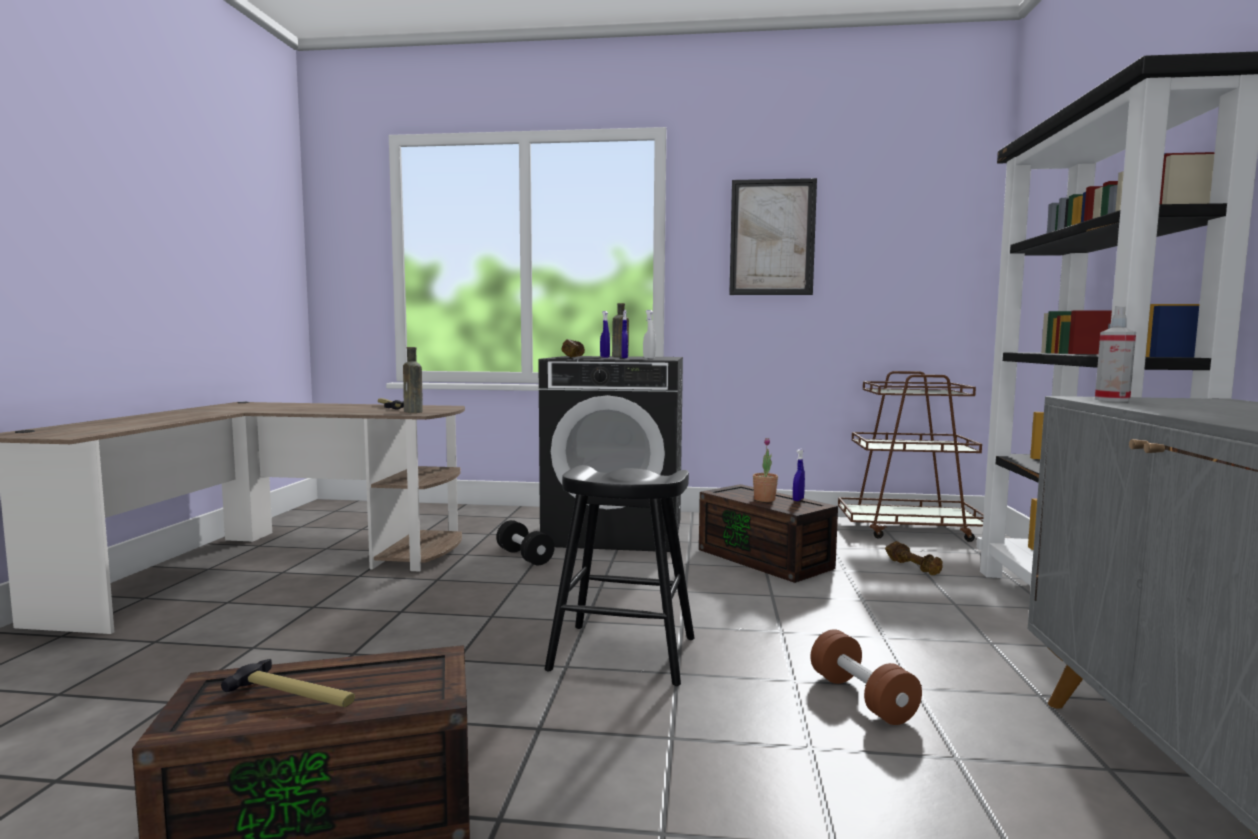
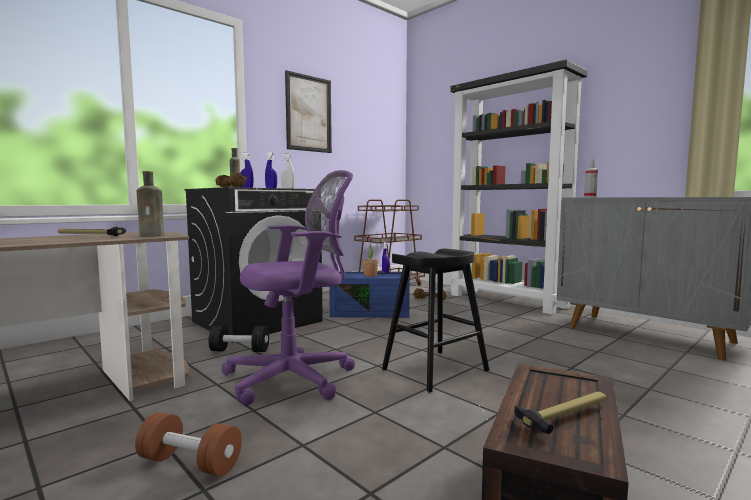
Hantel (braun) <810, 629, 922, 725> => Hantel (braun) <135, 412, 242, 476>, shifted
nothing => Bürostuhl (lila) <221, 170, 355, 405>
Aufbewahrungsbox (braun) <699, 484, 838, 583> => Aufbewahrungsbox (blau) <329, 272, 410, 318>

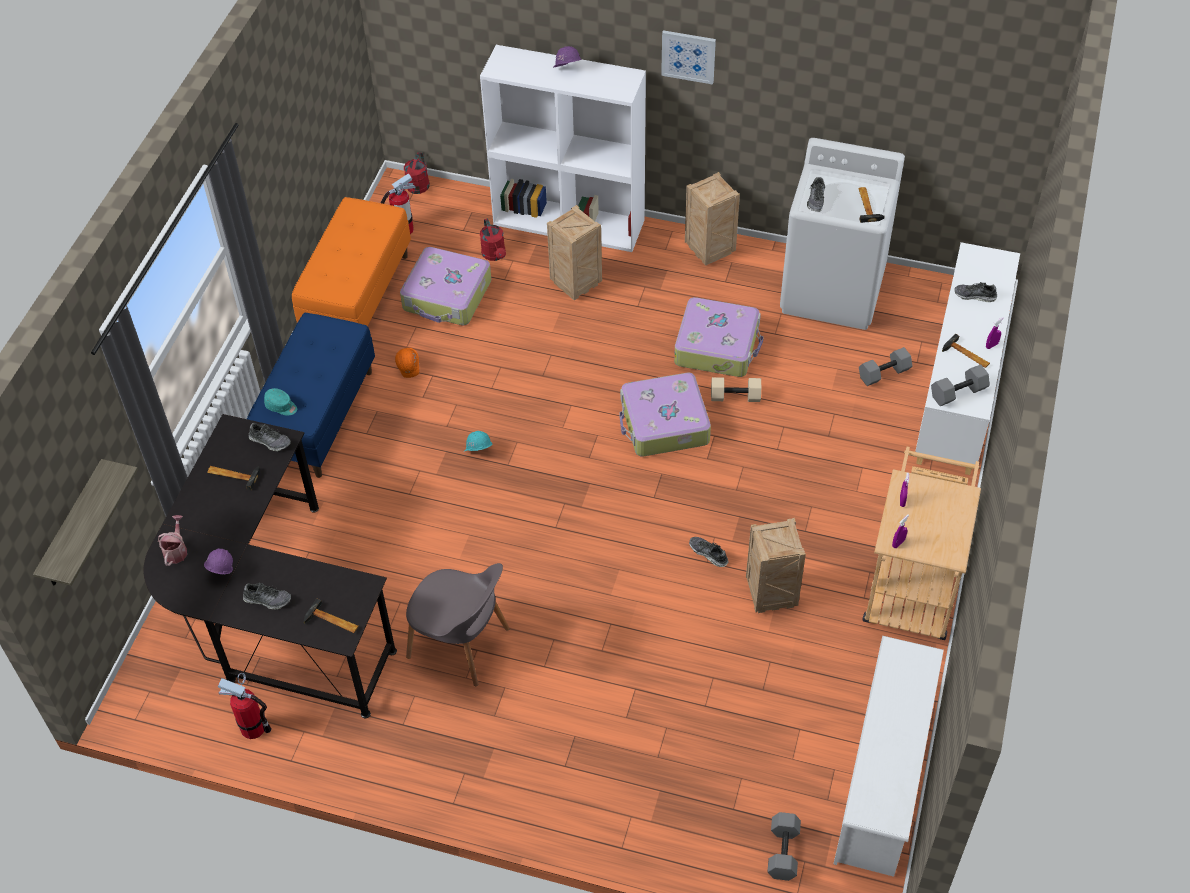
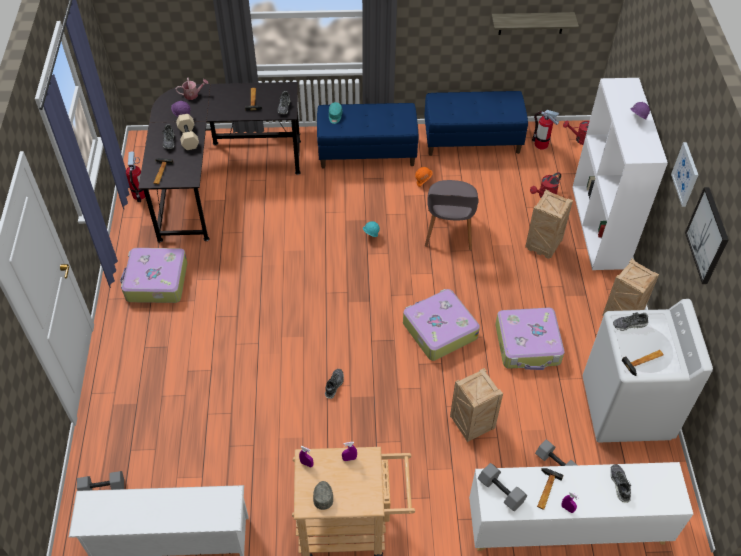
Koffer <400, 247, 491, 325> => Koffer <120, 248, 187, 303>, shifted
Hantel (beige) <711, 377, 761, 402> => Hantel (beige) <176, 114, 199, 150>, shifted
nothing => Kappe (grau) <313, 481, 333, 510>
Bank (orange) <292, 197, 411, 326> => Bank (blau) <424, 91, 528, 156>
Stuhl (grau) <406, 563, 510, 686> => Stuhl (grau) <425, 180, 479, 251>, shifted
Kiste <746, 518, 806, 613> => Kiste <450, 368, 503, 442>, shifted
Wandregal <33, 459, 138, 586> => Wandregal <492, 12, 579, 35>, shifted
nothing => Bild <685, 187, 729, 284>

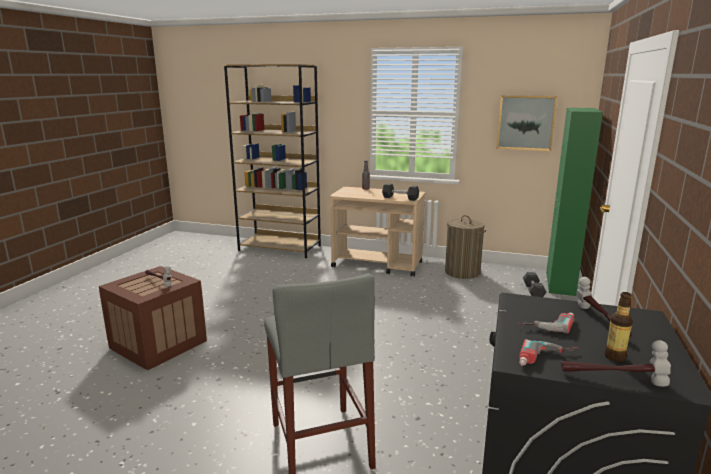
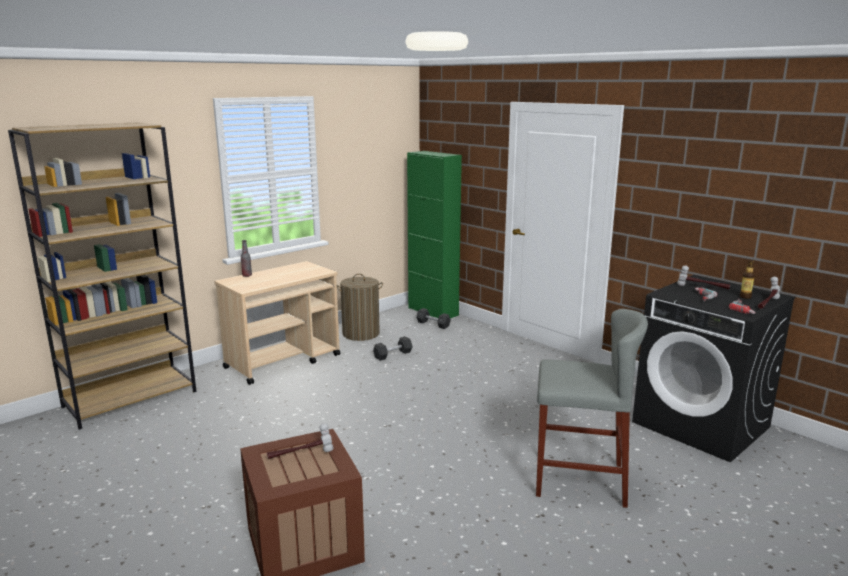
Hantel (grau) <382, 183, 419, 201> => Hantel (grau) <373, 336, 412, 361>, shifted
Bild <496, 95, 558, 151> => nothing

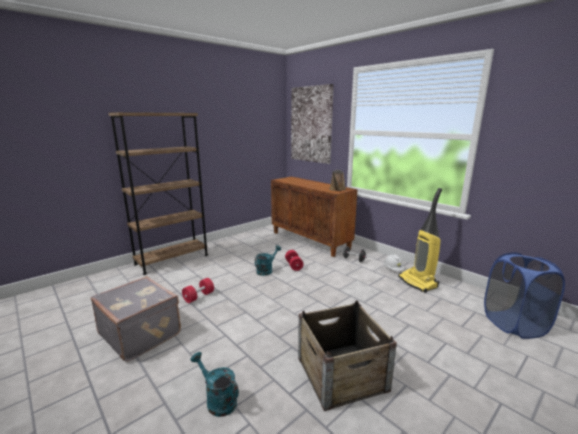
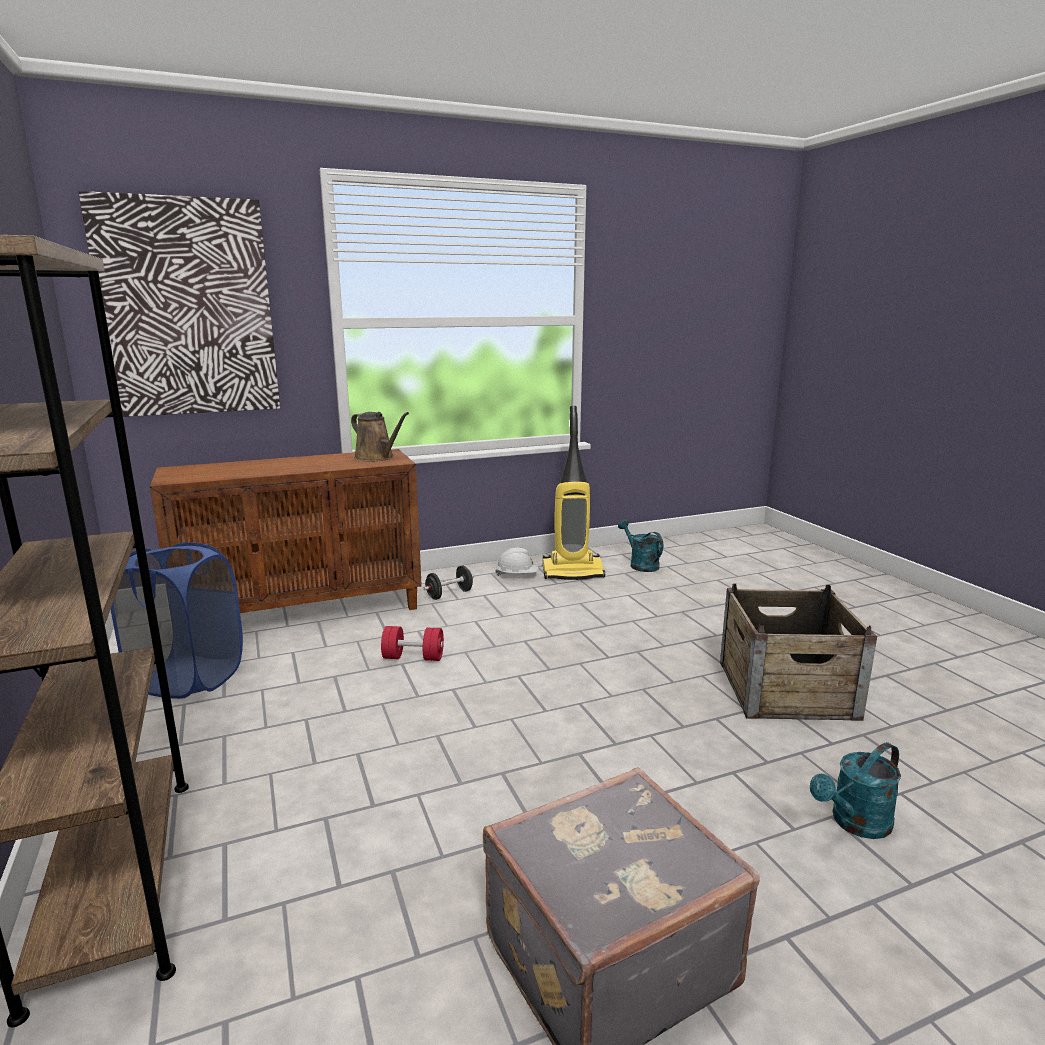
Wäschekorb (blau) <484, 253, 565, 339> => Wäschekorb (blau) <111, 542, 243, 699>, shifted
Gießkanne (türkis) <255, 245, 281, 276> => Gießkanne (türkis) <618, 519, 663, 572>, shifted
Hantel (rot) <182, 278, 214, 303> => nothing

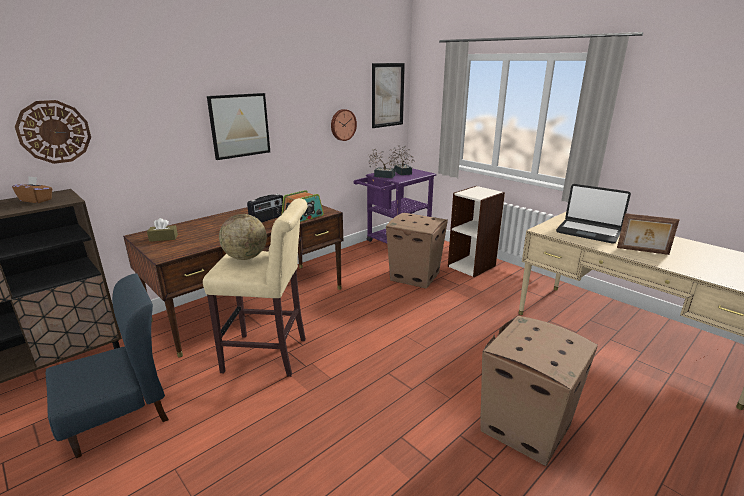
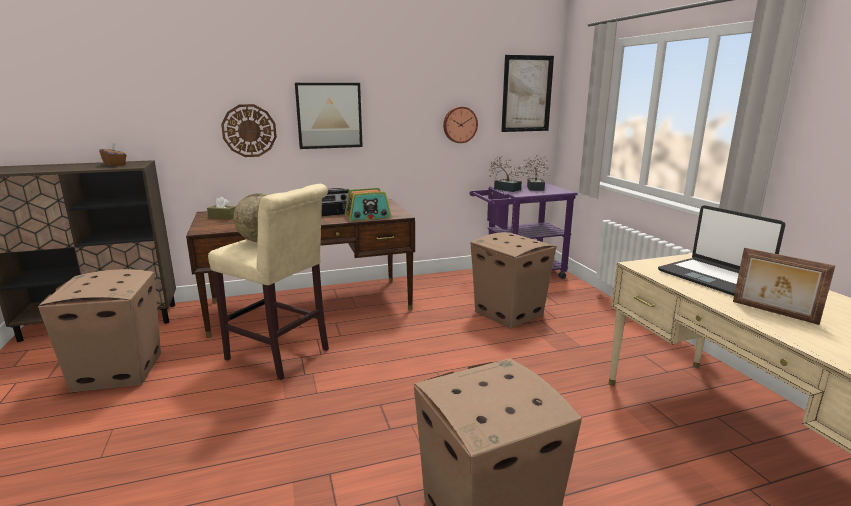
Stuhl (blau) <46, 273, 169, 458> => Karton <38, 269, 161, 392>
Wanduhr <15, 100, 91, 164> => Wanduhr <221, 104, 277, 157>, shifted
Bücherregal <448, 186, 505, 277> => nothing

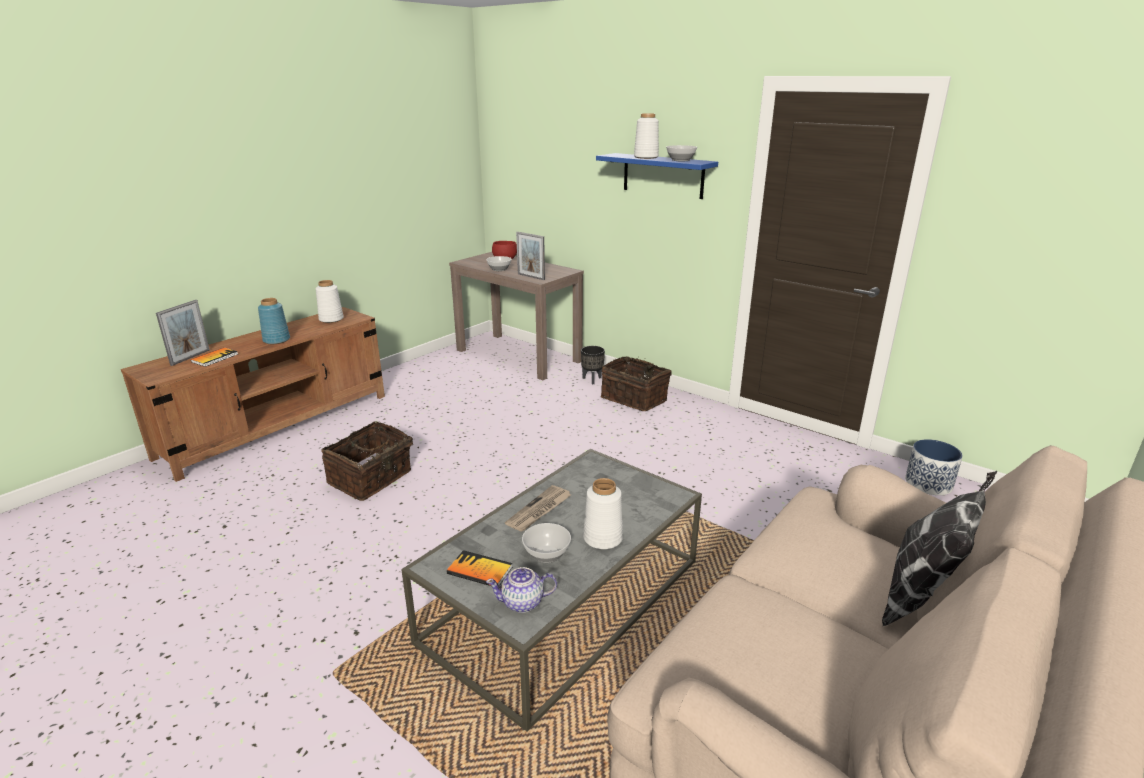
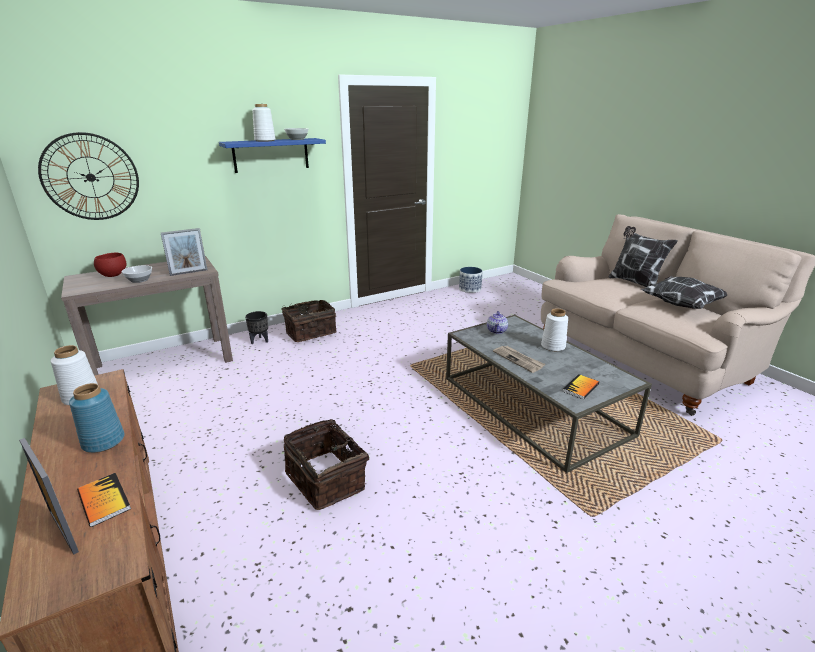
nothing => Wanduhr <38, 132, 139, 220>
Teekanne <486, 567, 557, 613> => Teekanne <487, 311, 508, 334>, shifted
nothing => Kissen <641, 276, 728, 309>
Schüssel <522, 523, 571, 563> => nothing

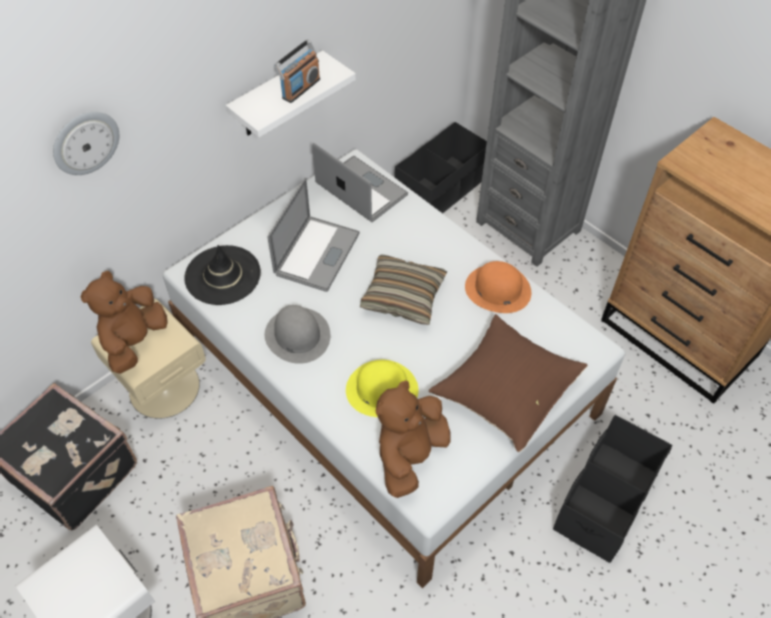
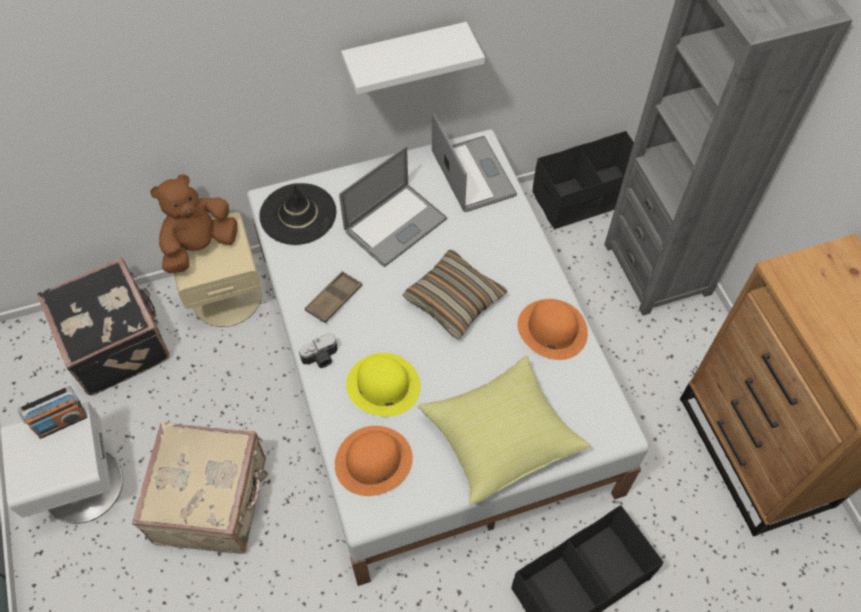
Radio <275, 39, 320, 103> => Radio <17, 386, 87, 439>, shifted
nothing => Kamera <299, 333, 338, 368>
Hut (grau) <265, 305, 330, 364> => Tablett (braun) <305, 271, 363, 323>
Plüschtier (braun) <376, 381, 450, 498> => Hut (orange) <335, 426, 413, 496>
Kissen (braun) <429, 314, 588, 452> => Kissen (gelb) <418, 356, 591, 504>
Wanduhr <53, 112, 119, 175> => nothing

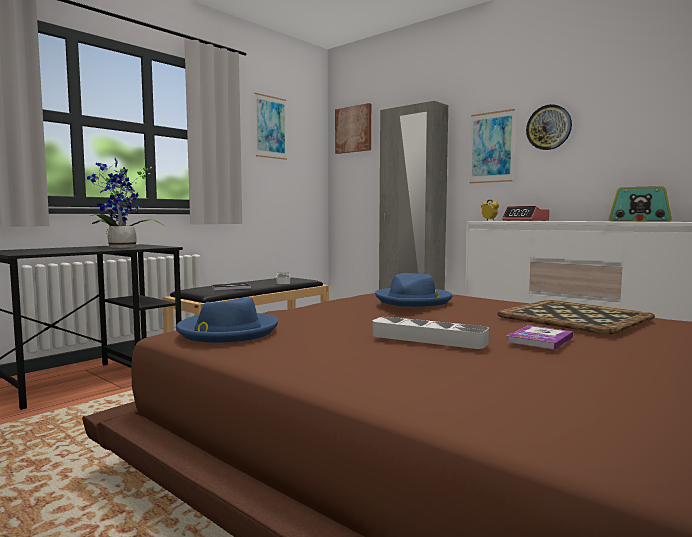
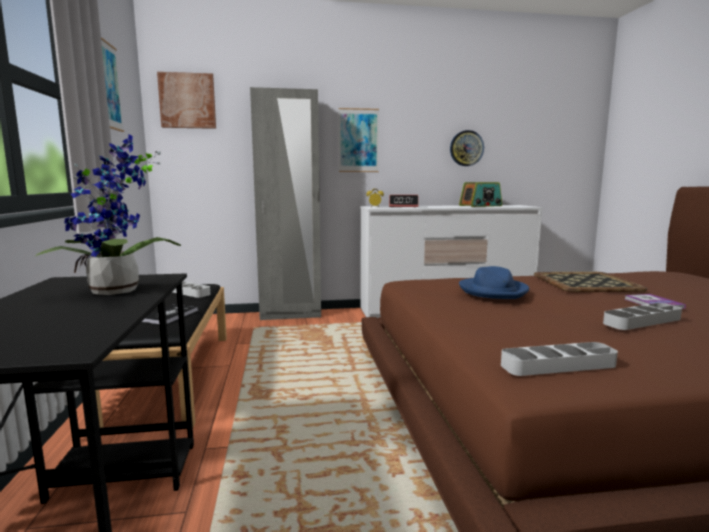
Wanduhr <526, 104, 572, 150> => Wanduhr <450, 130, 484, 166>, shifted
Hut (blau) <176, 297, 278, 343> => Tablett (grau) <501, 342, 618, 376>

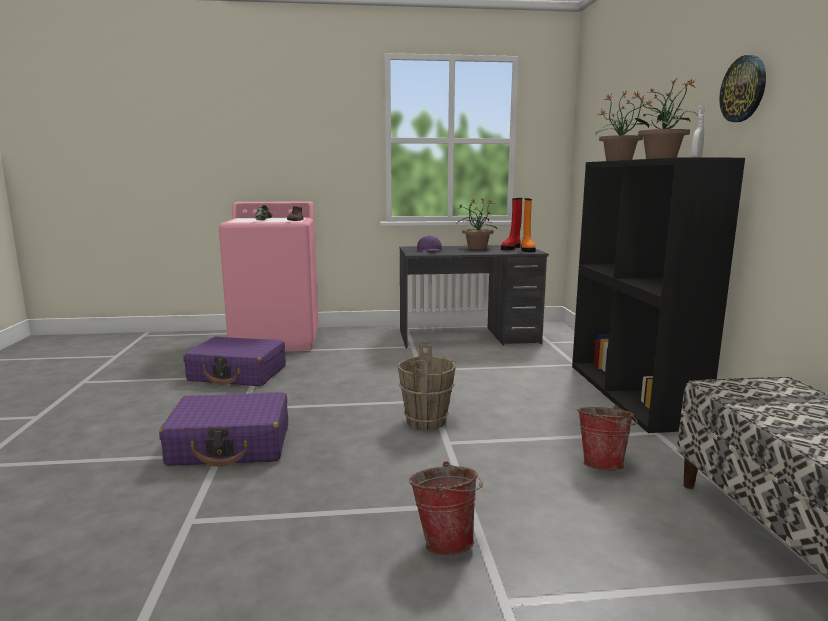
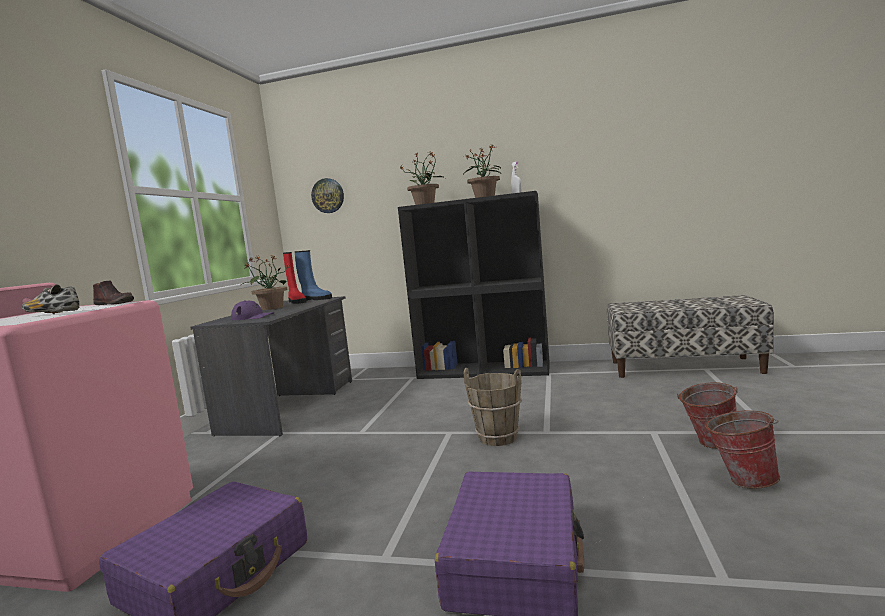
Stiefel (orange) <521, 198, 536, 252> => Stiefel (blau) <294, 250, 332, 301>
Wanduhr <719, 55, 766, 122> => Wanduhr <311, 178, 344, 213>, shifted
Eimer <577, 405, 637, 471> => Eimer <705, 410, 780, 489>, shifted

